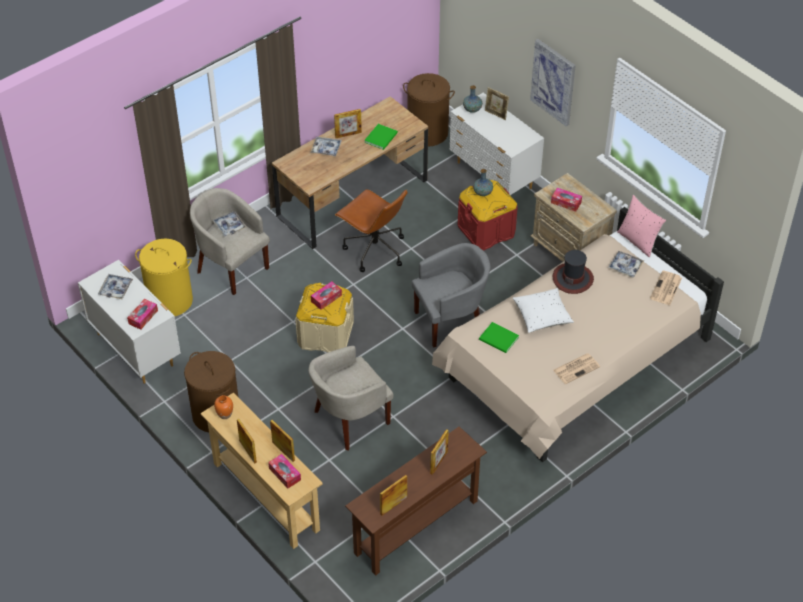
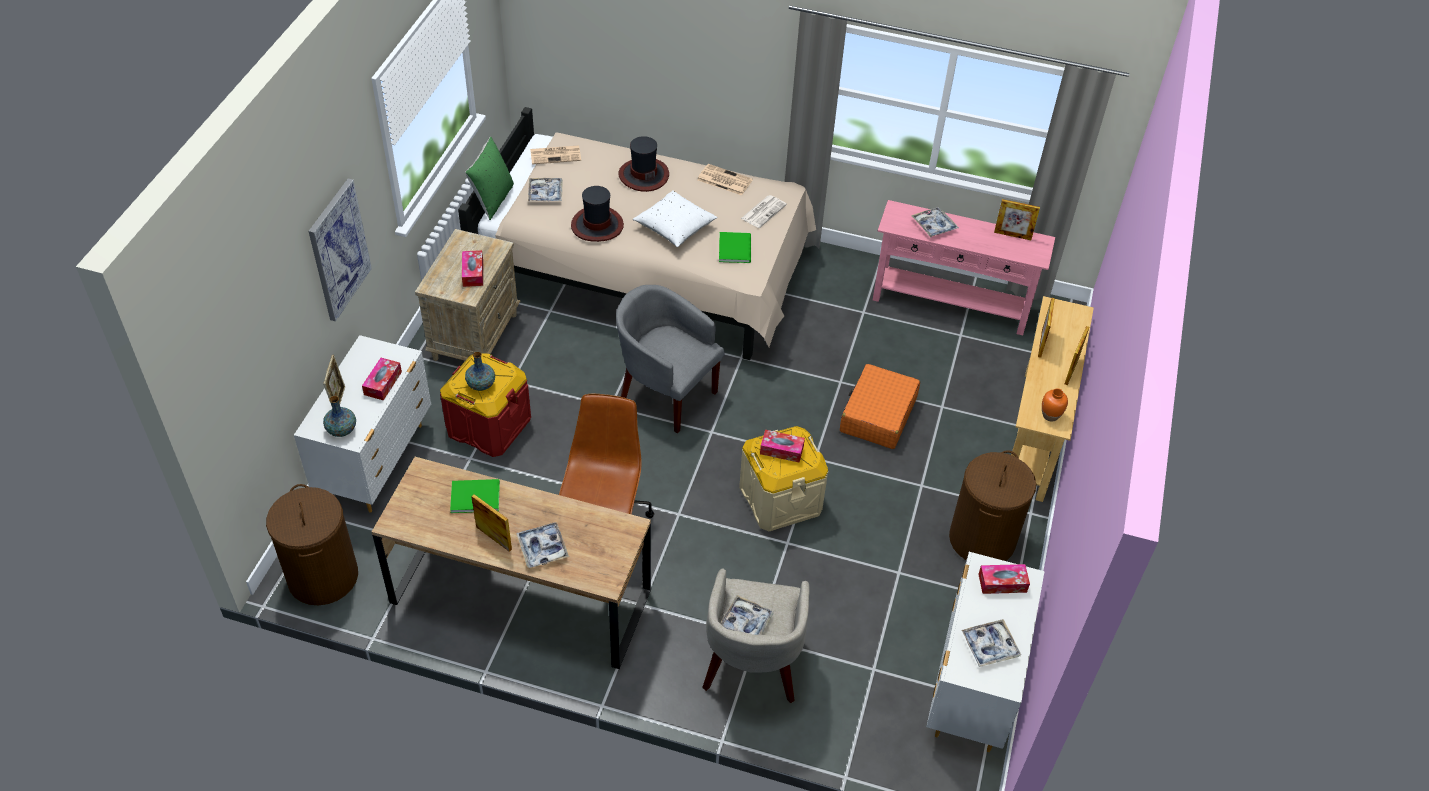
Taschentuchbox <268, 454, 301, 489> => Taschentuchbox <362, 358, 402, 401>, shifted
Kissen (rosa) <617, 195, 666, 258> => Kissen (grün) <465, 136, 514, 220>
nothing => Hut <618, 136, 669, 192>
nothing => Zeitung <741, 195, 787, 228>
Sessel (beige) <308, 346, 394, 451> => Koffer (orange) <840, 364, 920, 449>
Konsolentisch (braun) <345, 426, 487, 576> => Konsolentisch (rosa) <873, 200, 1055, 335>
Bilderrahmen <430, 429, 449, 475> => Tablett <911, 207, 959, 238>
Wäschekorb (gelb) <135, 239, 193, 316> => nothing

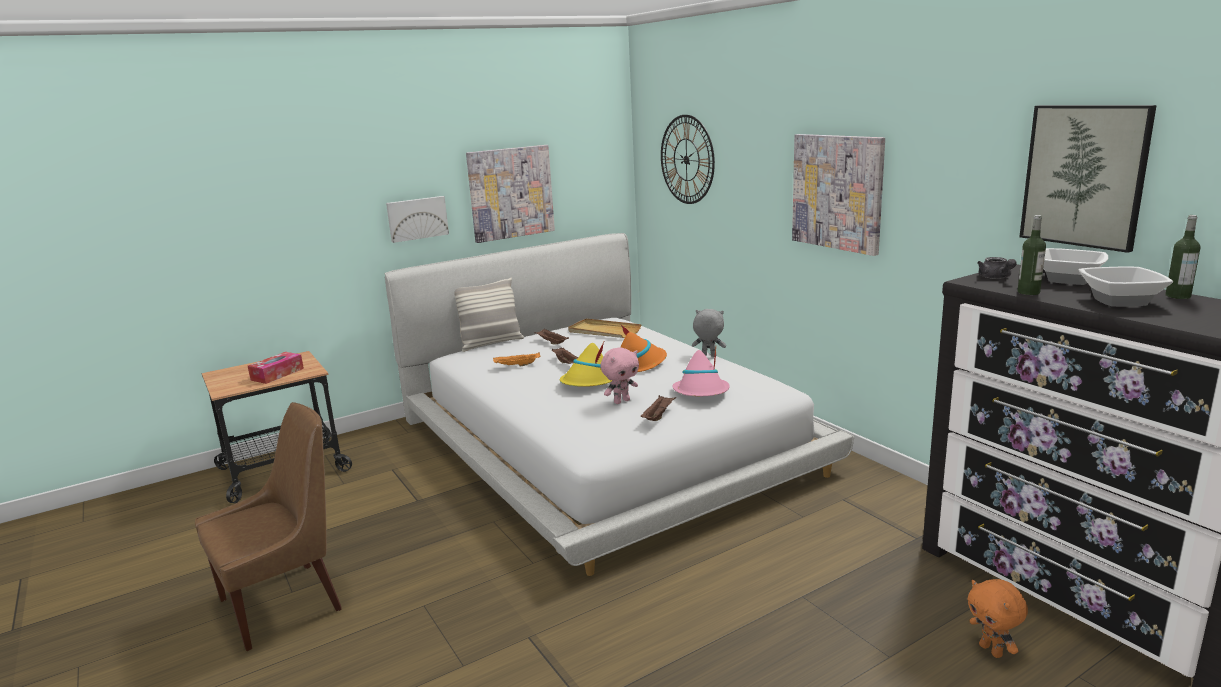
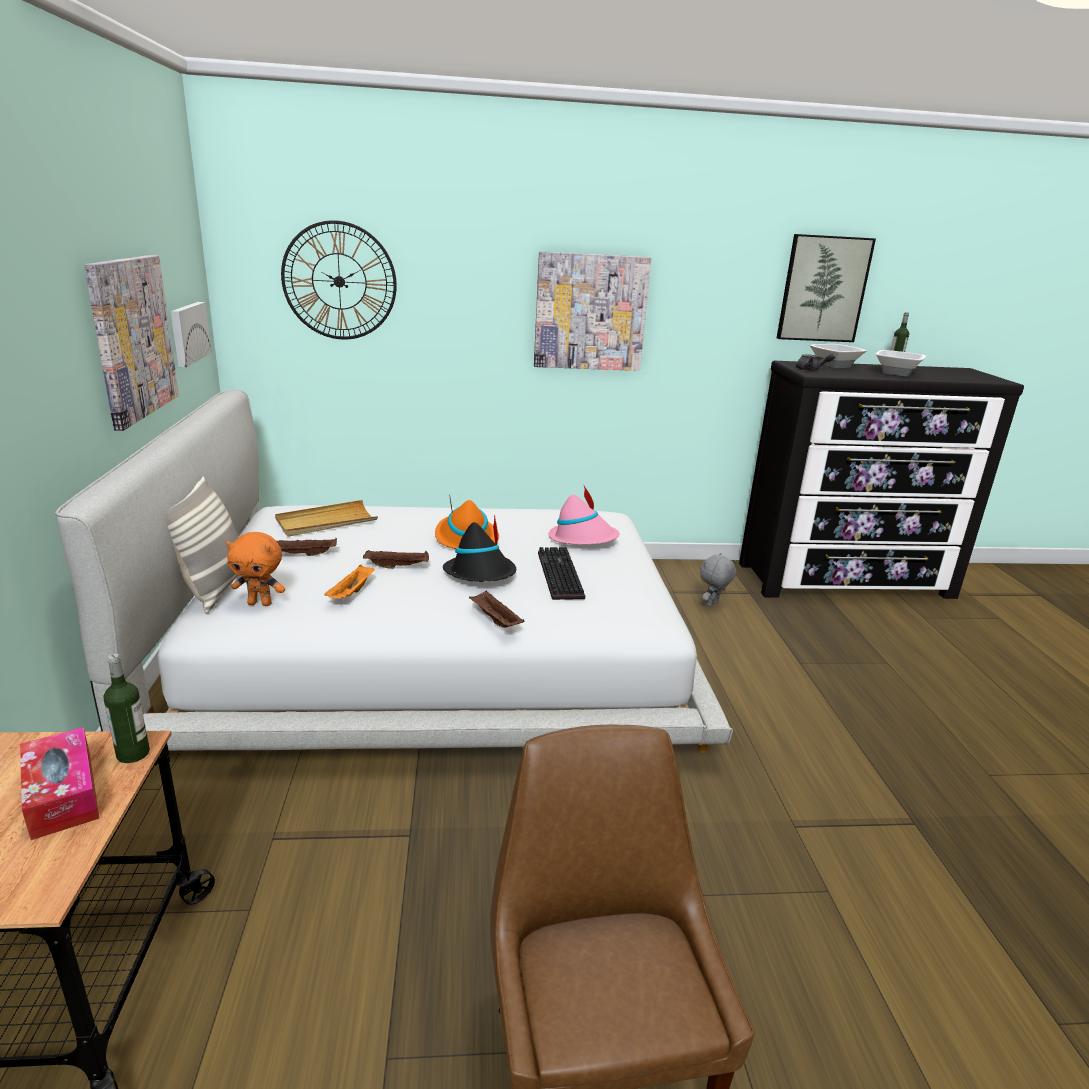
Flasche <1017, 215, 1046, 295> => Flasche <104, 654, 150, 763>, shifted
Bild <386, 196, 449, 243> => Bild <171, 302, 211, 367>, shifted
Plüschtier (orange) <967, 579, 1028, 658> => Plüschtier (orange) <226, 532, 285, 606>, shifted
Hut (gelb) <560, 342, 612, 387> => Hut (schwarz) <443, 514, 516, 582>
Tablett (braun) <641, 395, 676, 421> => Tablett (braun) <469, 591, 525, 628>, shifted
Plüschtier (rosa) <601, 347, 639, 404> => Tastatur <538, 547, 585, 600>
Plüschtier (grau) <692, 309, 726, 357> => Plüschtier (grau) <700, 553, 736, 607>, shifted

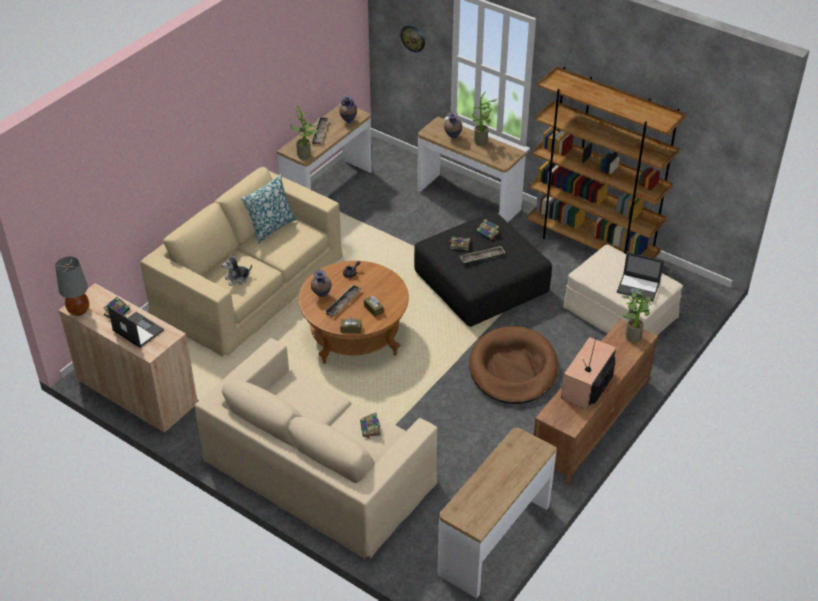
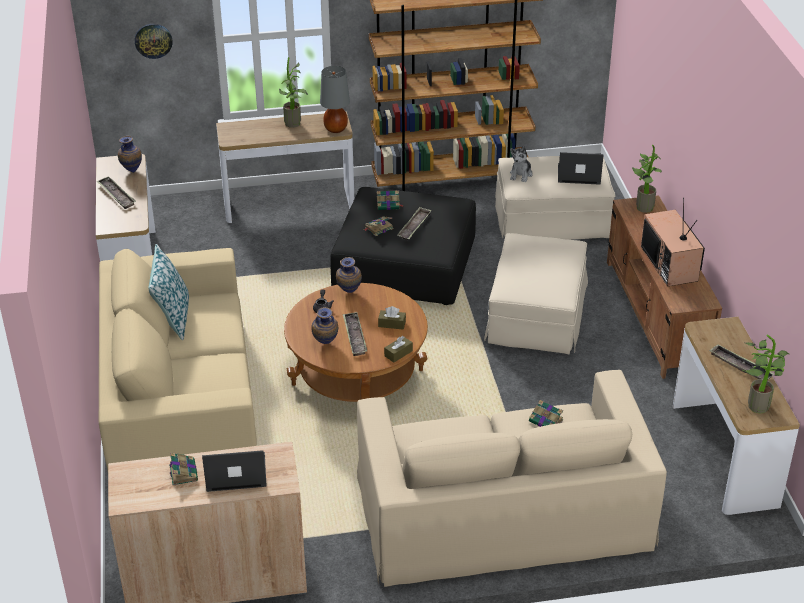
Tischlampe (grau) <55, 257, 89, 316> => Tischlampe (grau) <320, 66, 350, 133>, shifted
Vase <444, 112, 462, 139> => Vase <336, 257, 362, 293>, shifted
Hundebett (braun) <469, 326, 558, 404> => Polsterhocker (beige) <484, 233, 588, 355>
Plüschtier <222, 253, 252, 286> => Plüschtier <510, 146, 533, 182>, shifted
Laptop <617, 252, 664, 301> => Laptop <558, 152, 604, 185>, 150 degrees counterclockwise
nothing => Tablett <709, 344, 774, 380>
Topfpflanze <290, 106, 320, 160> => Topfpflanze <742, 335, 789, 413>, shifted

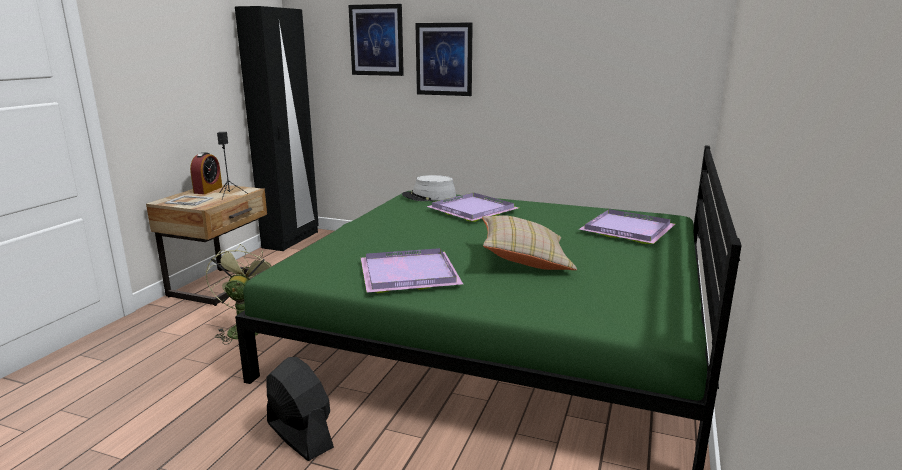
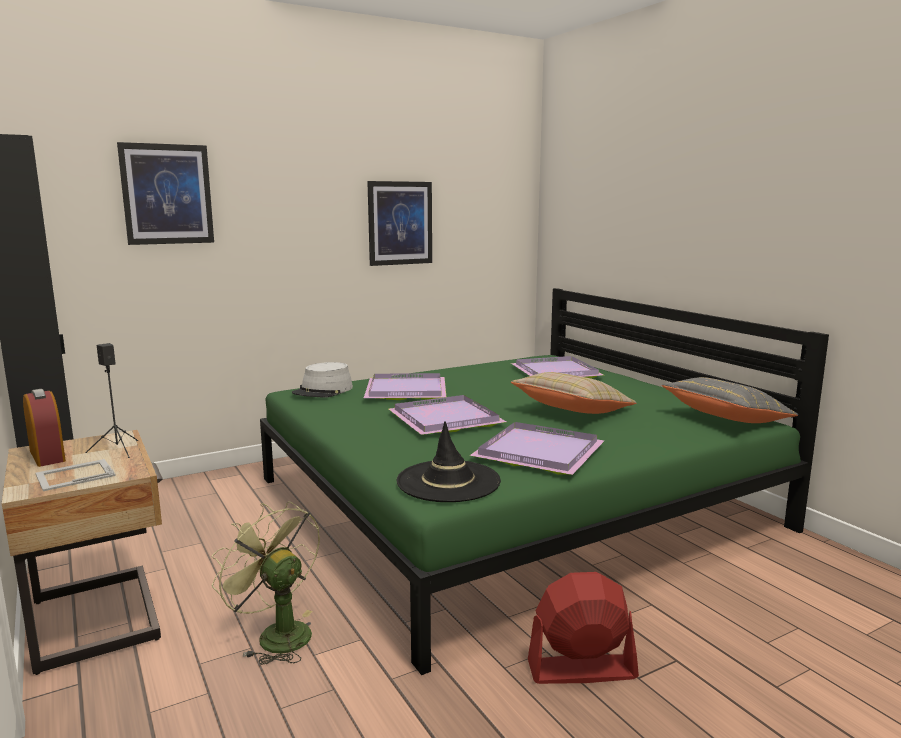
Bild <416, 23, 473, 96> => Bild <367, 181, 432, 266>, shifted
nothing => Tablett (lila) <389, 395, 506, 435>
nothing => Hut (schwarz) <397, 421, 501, 502>
Ventilator (schwarz) <266, 357, 334, 461> => Ventilator (rot) <528, 572, 639, 684>
nothing => Kissen (grau) <662, 377, 798, 423>

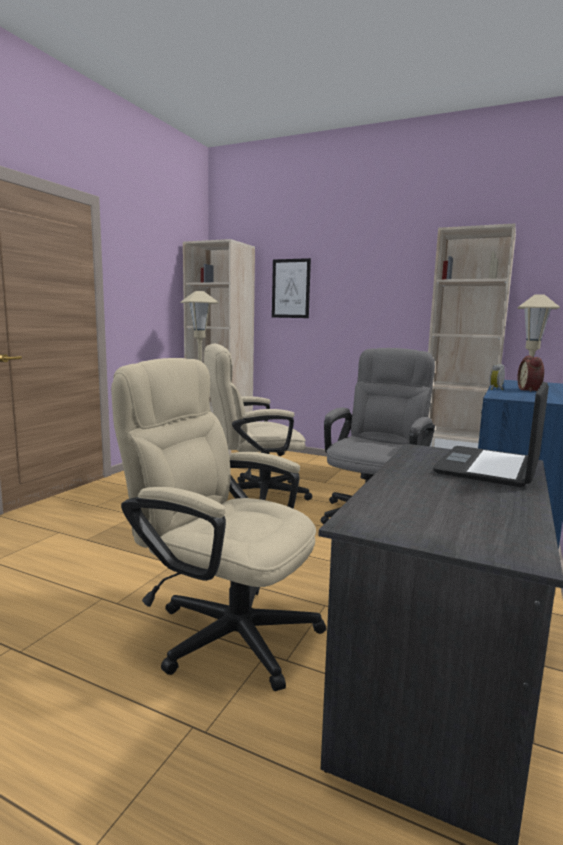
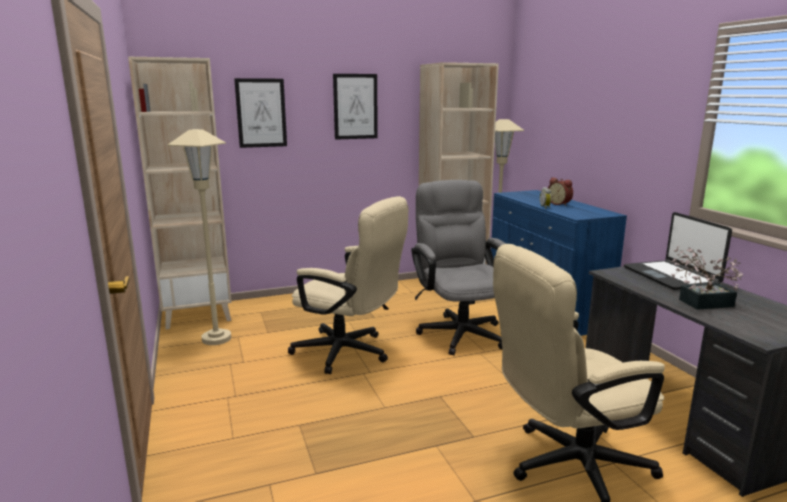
Bürostuhl (beige) <204, 343, 312, 500> => Bürostuhl (beige) <288, 196, 408, 374>, 90 degrees counterclockwise
nothing => Bild <333, 74, 378, 140>
nothing => Topfpflanze <671, 246, 743, 310>

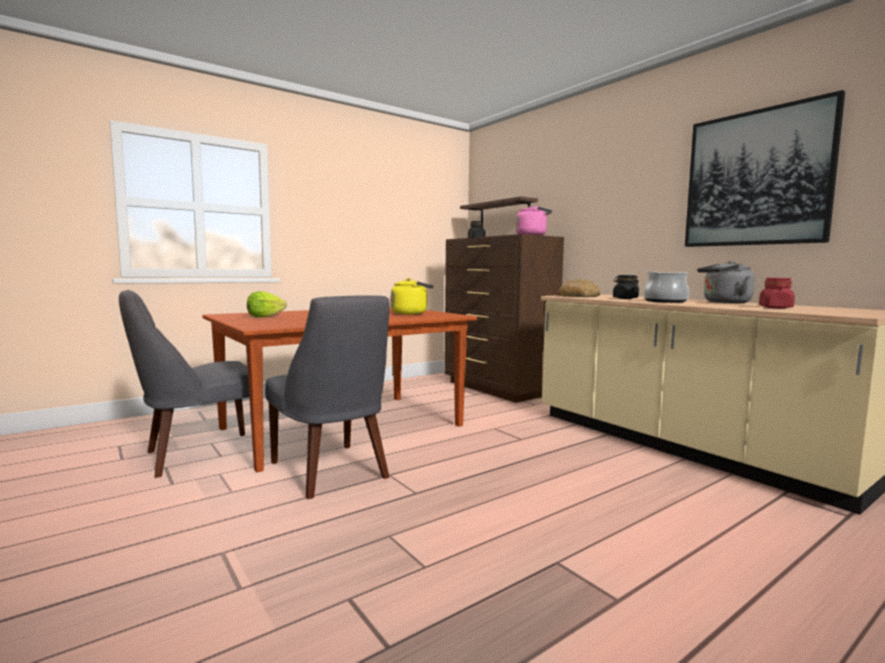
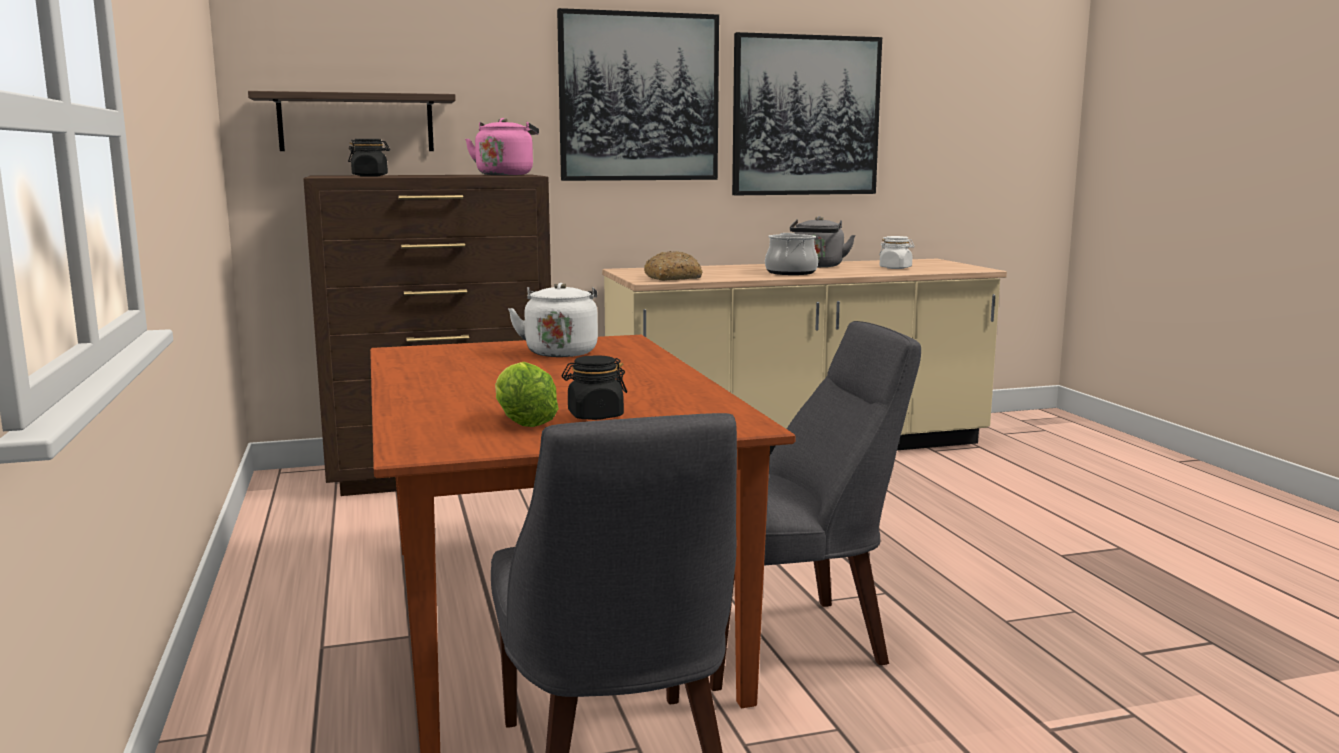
Wasserkessel (gelb) <391, 278, 433, 315> => Wasserkessel (weiß) <508, 283, 598, 357>
nothing => Bild <557, 8, 719, 181>
Vorratsglas (schwarz) <613, 275, 639, 299> => Vorratsglas (schwarz) <562, 355, 627, 420>, shifted
Vorratsglas (rot) <759, 278, 795, 309> => Vorratsglas (weiß) <879, 236, 914, 269>

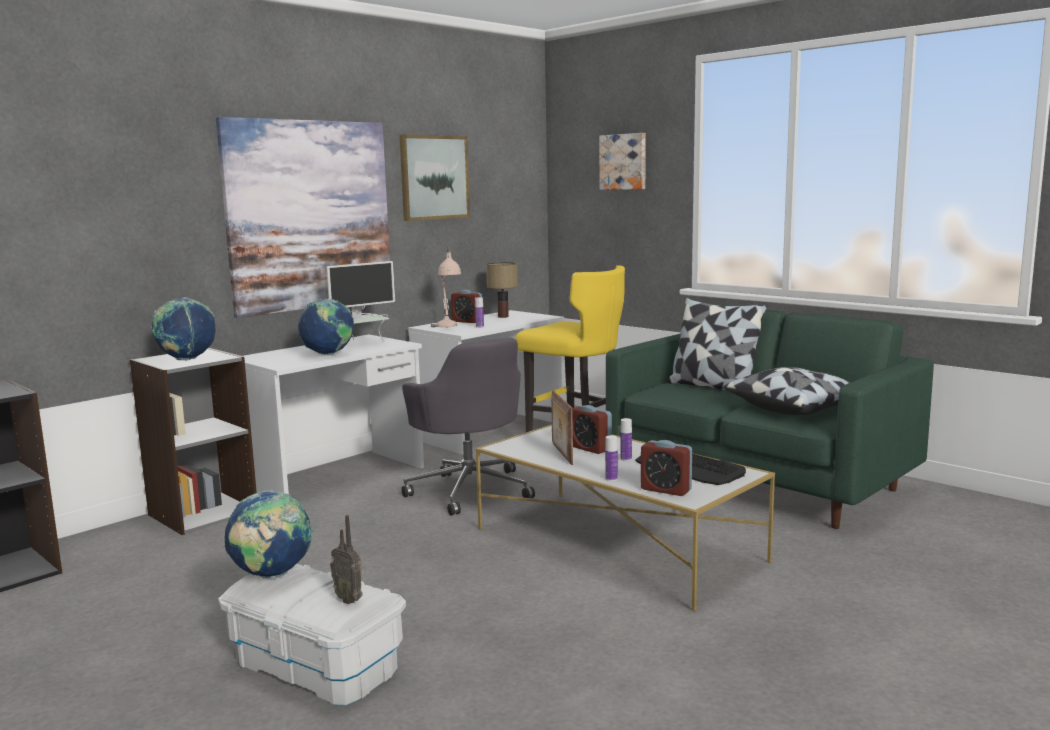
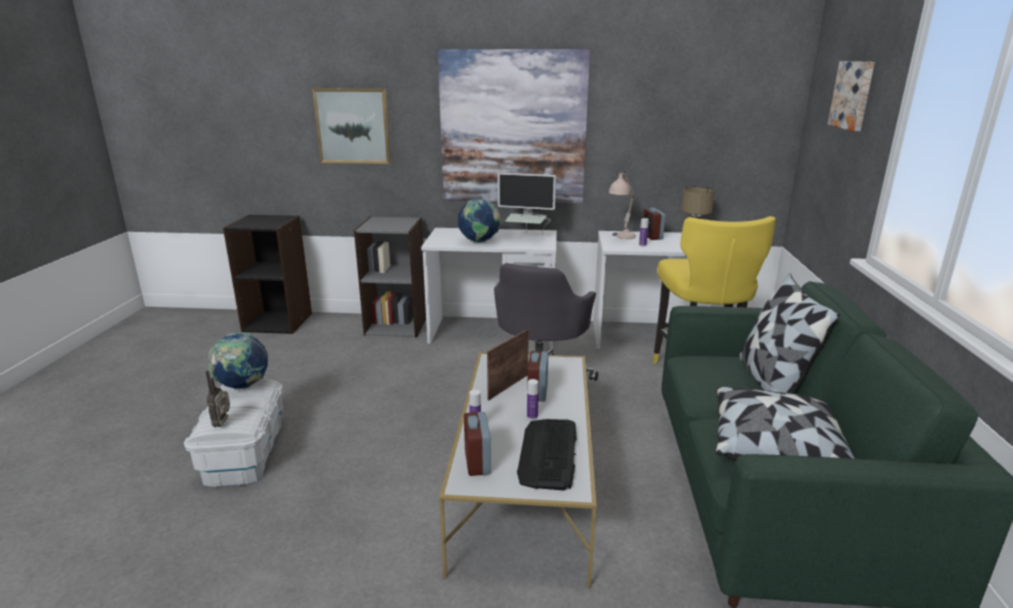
Bild <400, 134, 470, 221> => Bild <312, 88, 391, 164>, shifted
Globus <151, 297, 216, 360> => nothing

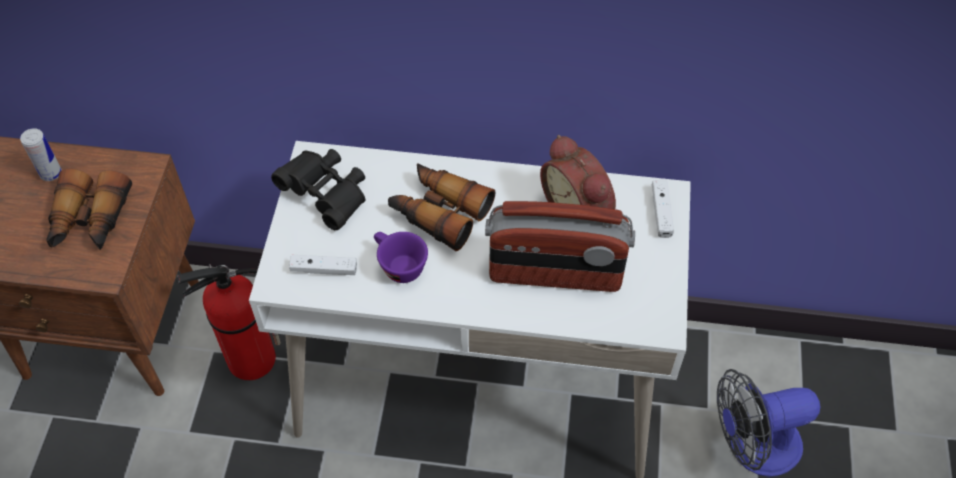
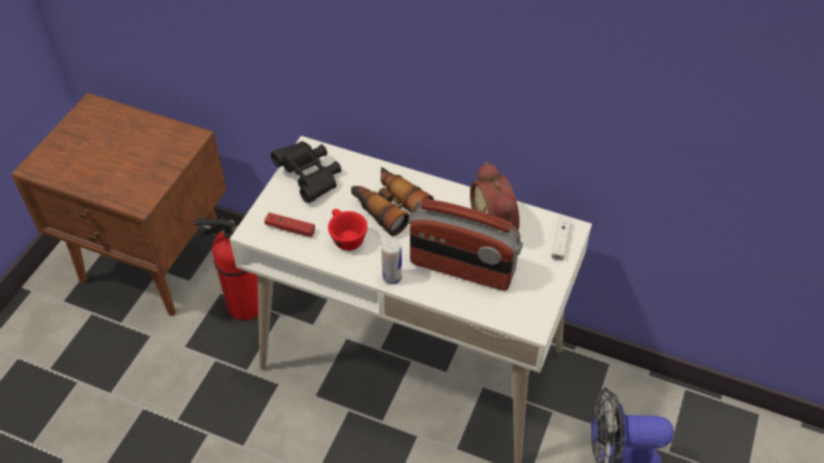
Gamepad (weiß) <289, 255, 357, 275> => Gamepad (rot) <264, 213, 315, 237>
Tasse (lila) <374, 232, 428, 283> => Tasse (rot) <328, 209, 368, 251>
Dose <20, 128, 62, 181> => Dose <381, 238, 402, 285>, shifted
Fernglas <46, 169, 132, 250> => nothing

